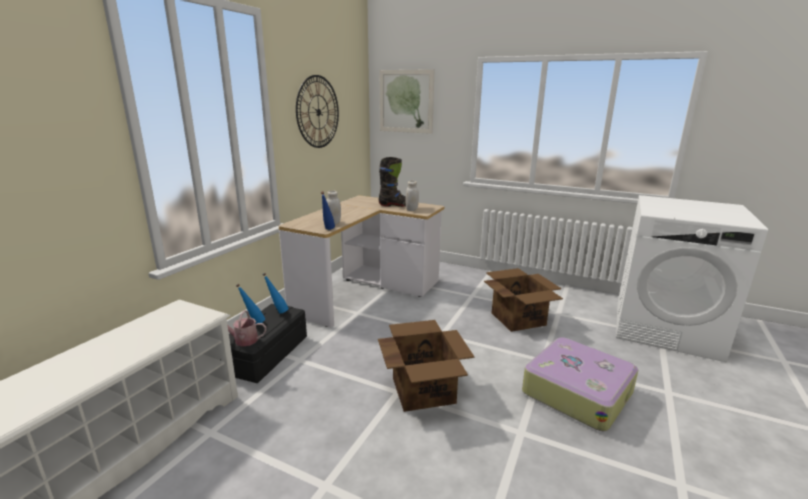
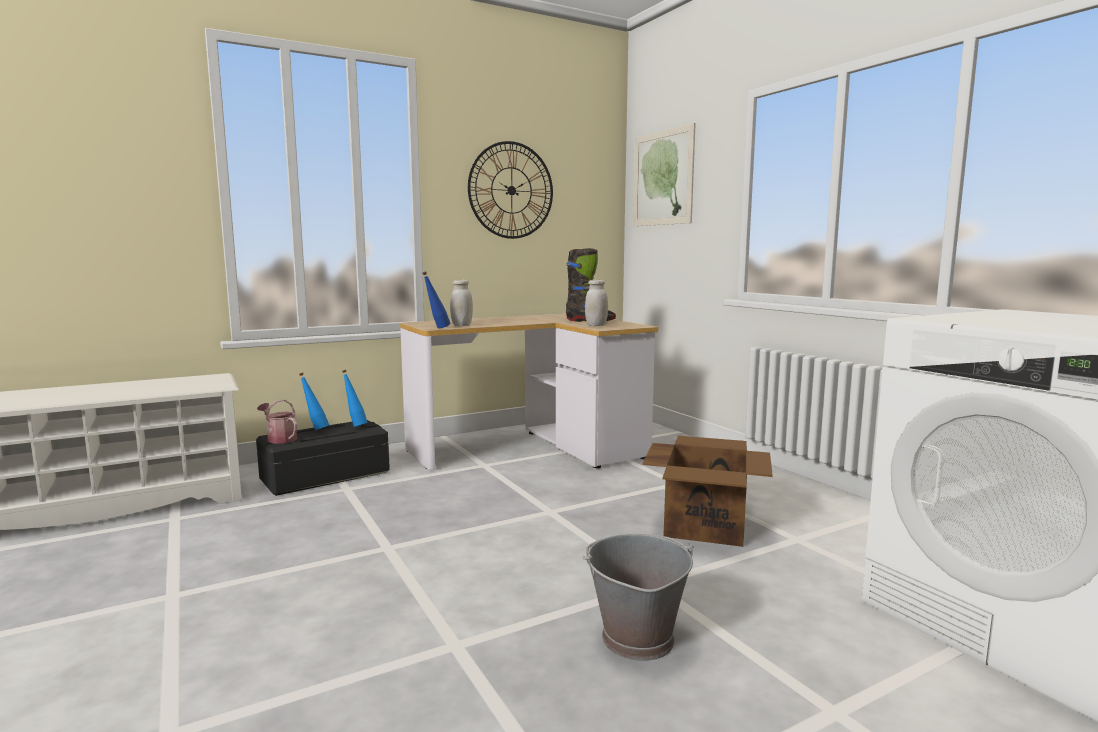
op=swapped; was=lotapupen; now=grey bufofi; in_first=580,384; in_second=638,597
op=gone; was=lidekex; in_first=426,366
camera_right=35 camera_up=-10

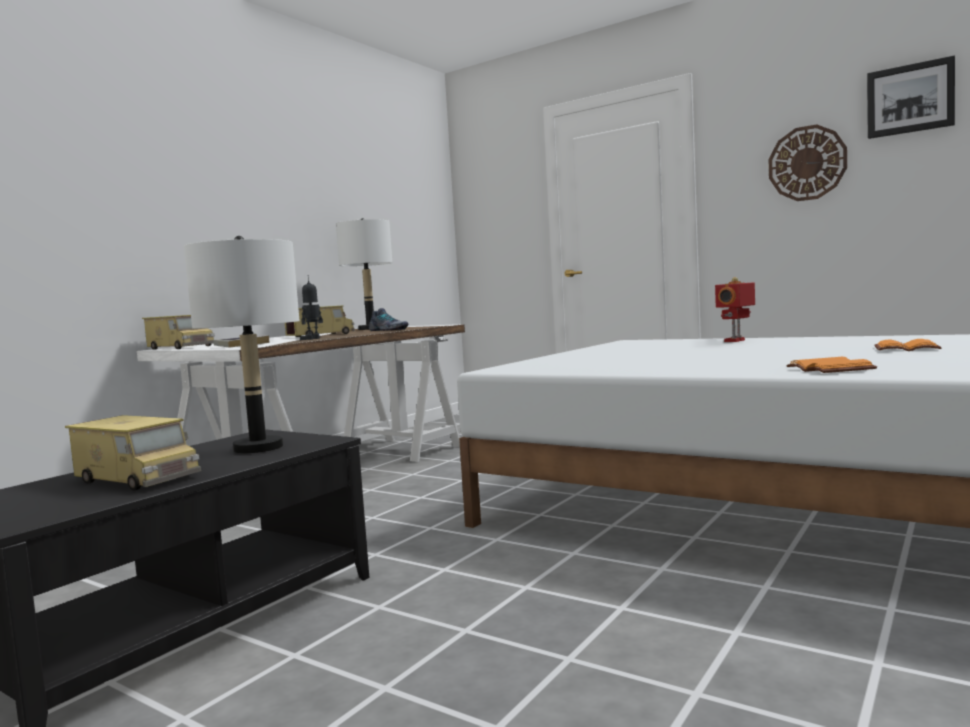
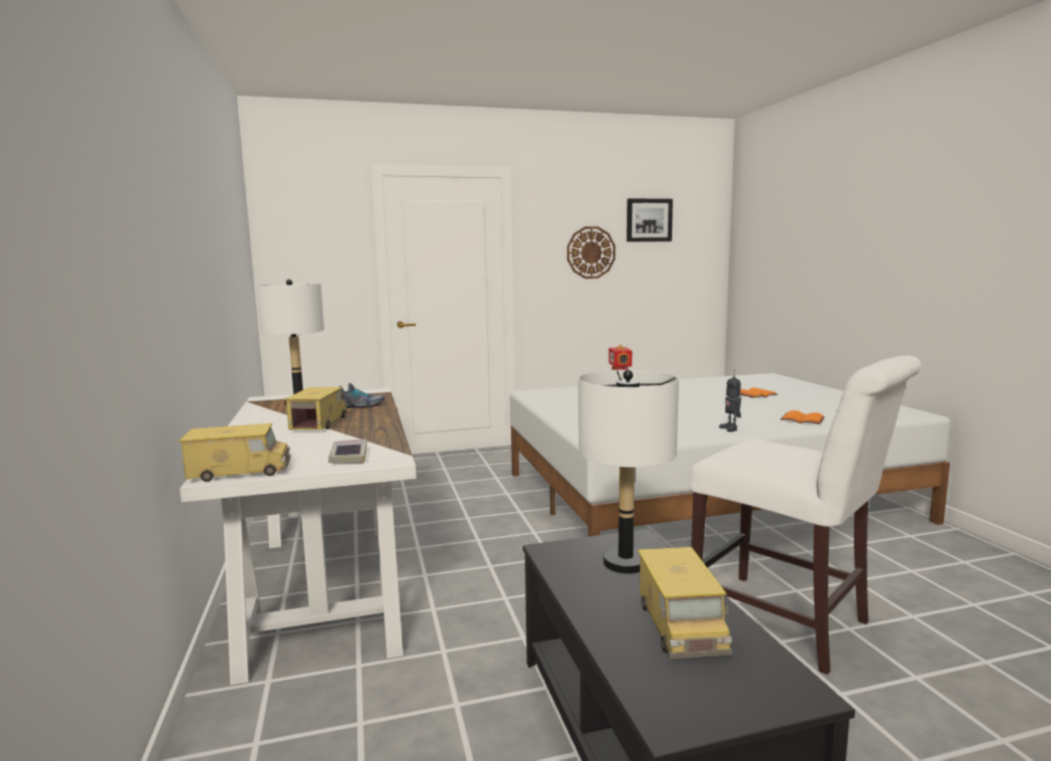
op=rotated; was=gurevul; in_first=133,453; in_second=685,603; clockwise=105
op=new; now=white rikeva; in_second=805,515
op=shifted; was=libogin; in_first=311,307; in_second=730,401
camera_right=-50 camera_up=5

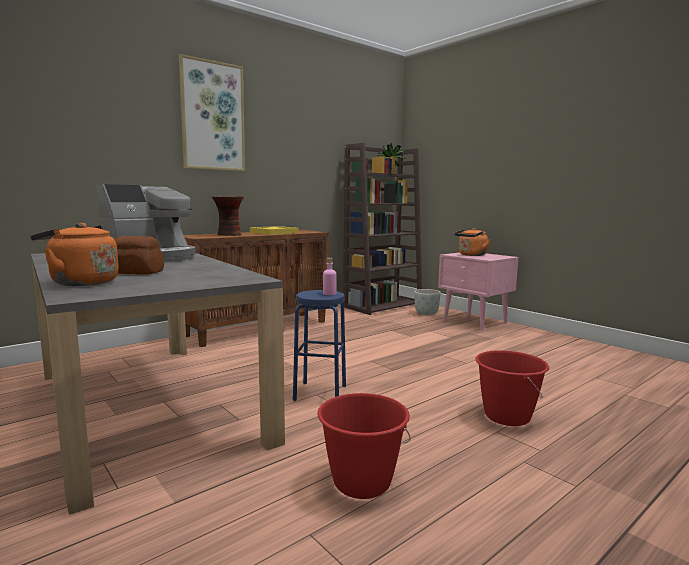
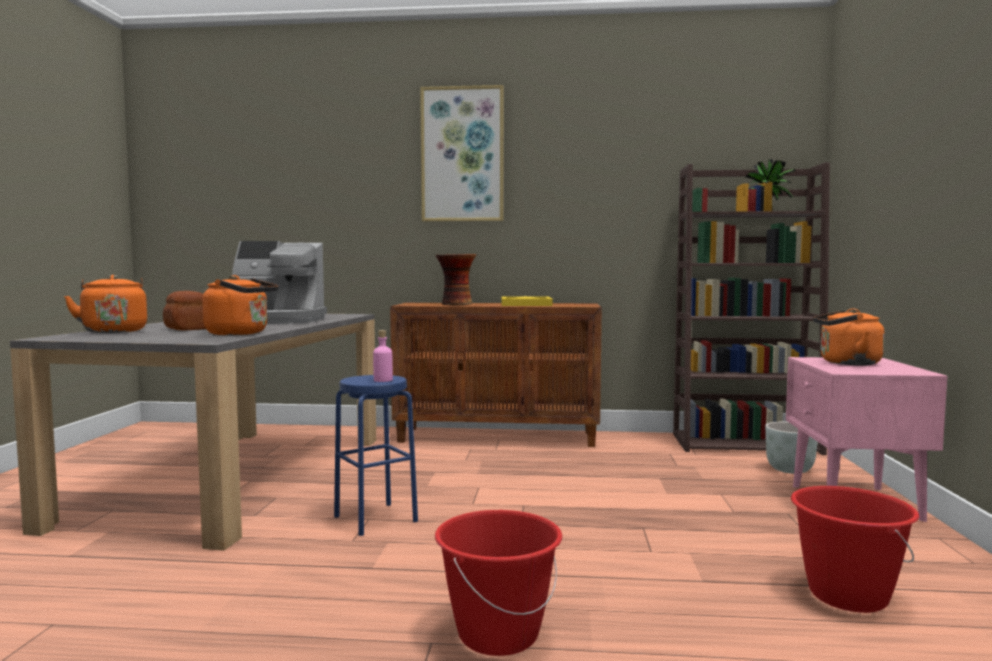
op=new; now=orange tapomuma; in_second=240,305
op=shifted; was=red bufofi; in_first=364,446; in_second=855,549
camera_right=45 camera_up=-5

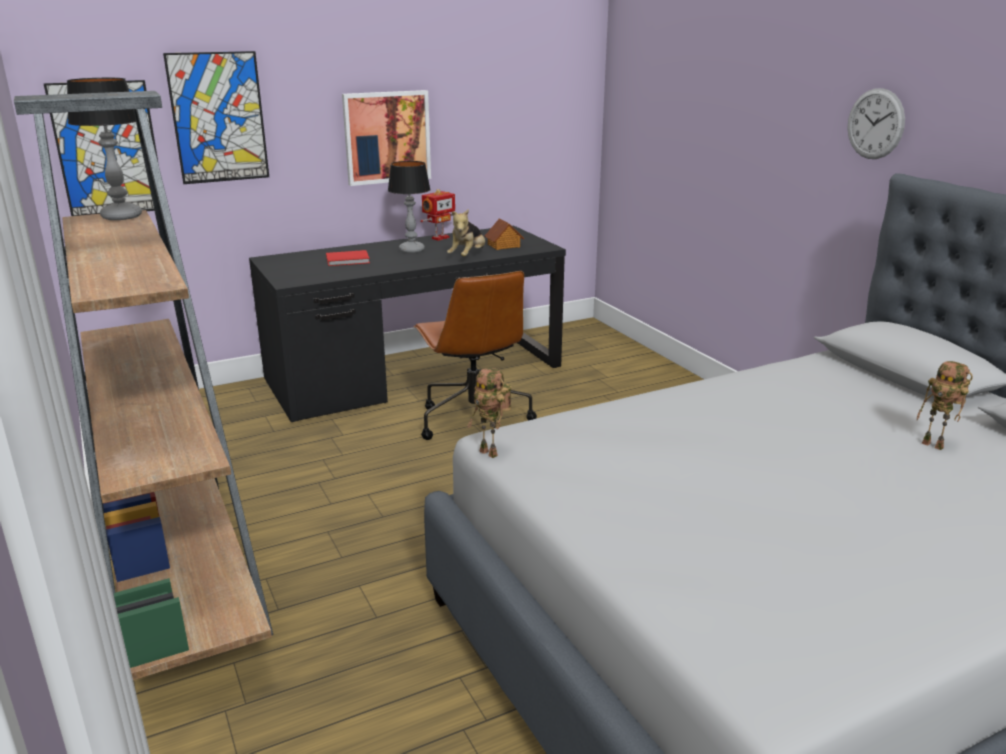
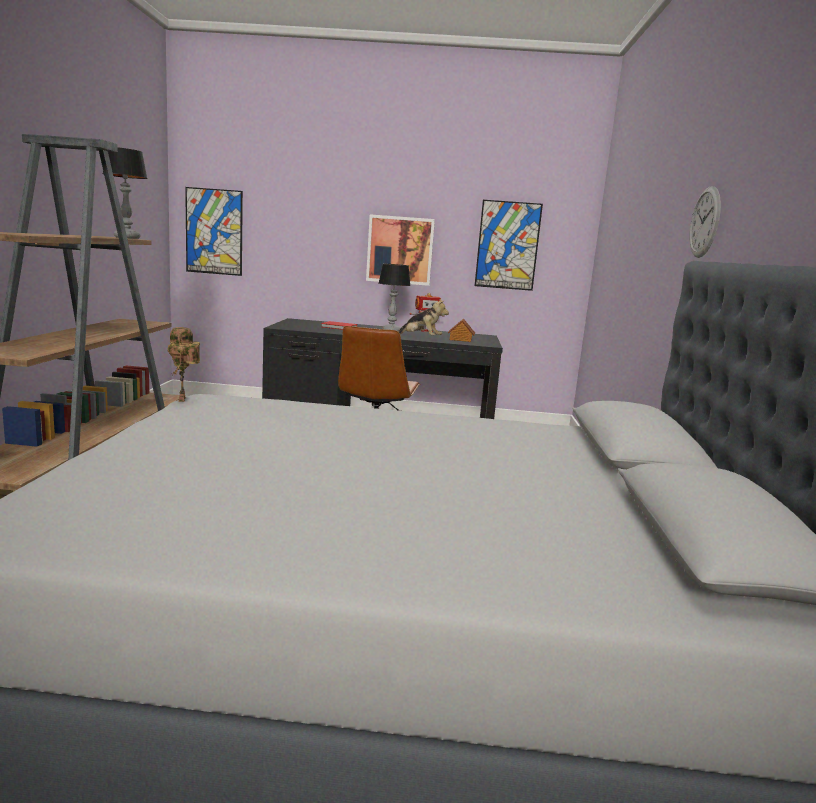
op=rotated; was=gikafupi; in_first=466,233; in_second=423,317; clockwise=-120
op=shifted; was=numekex; in_first=216,117; in_second=509,245
op=gone; was=libogin; in_first=945,405
camera_right=30 camera_up=-10

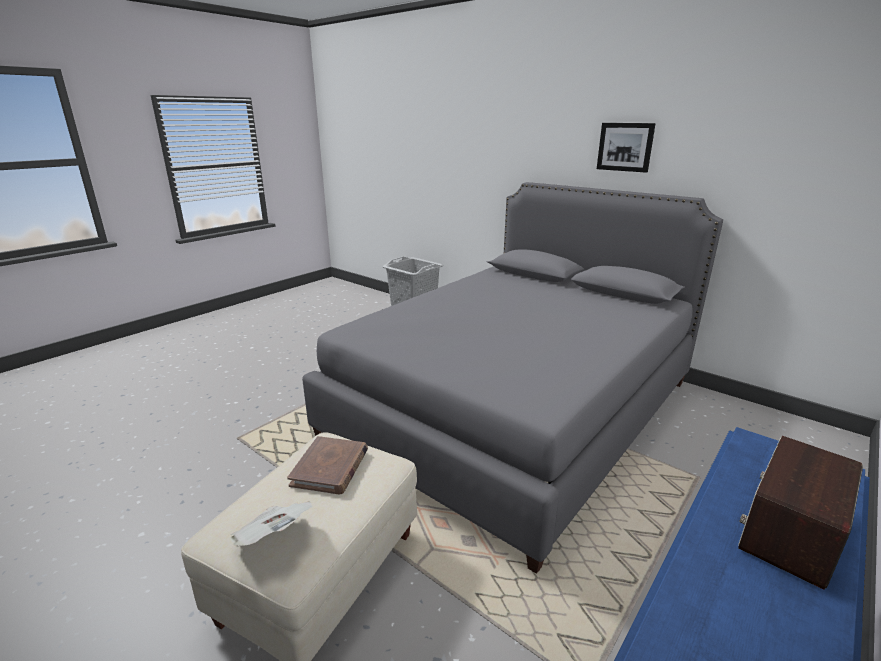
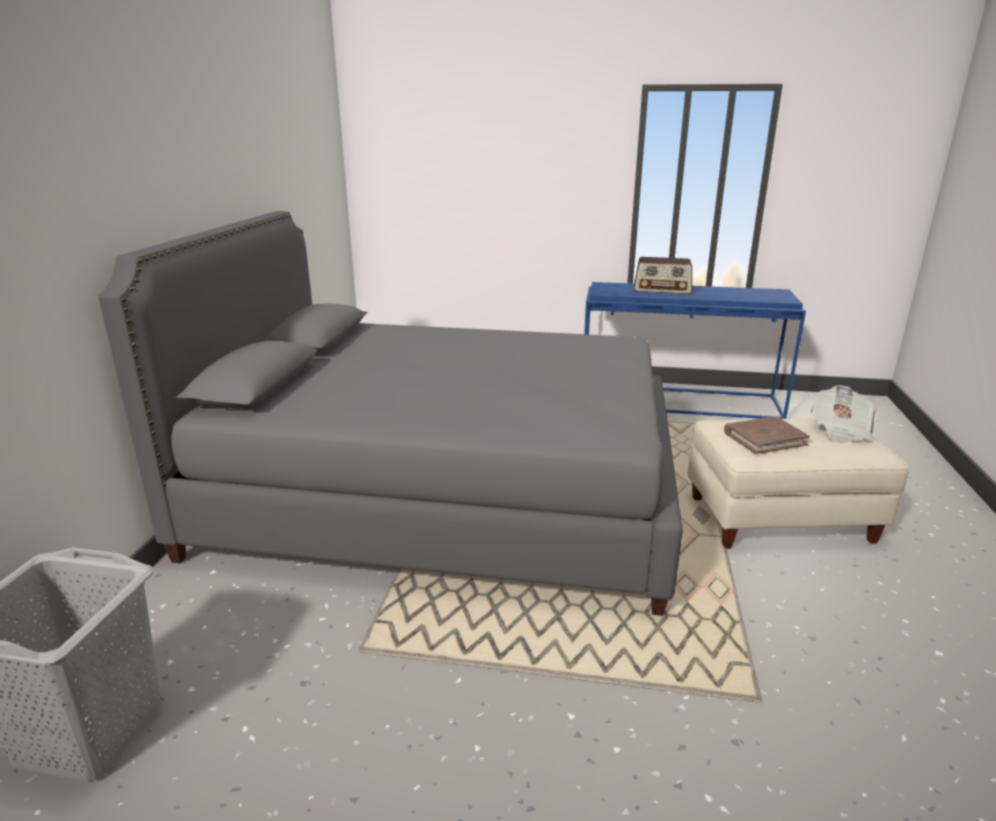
op=gone; was=numekex; in_first=626,148
camera_right=-120 camera_up=0

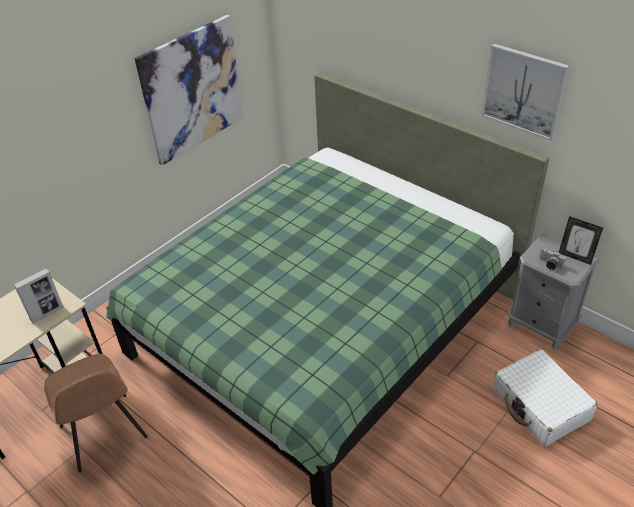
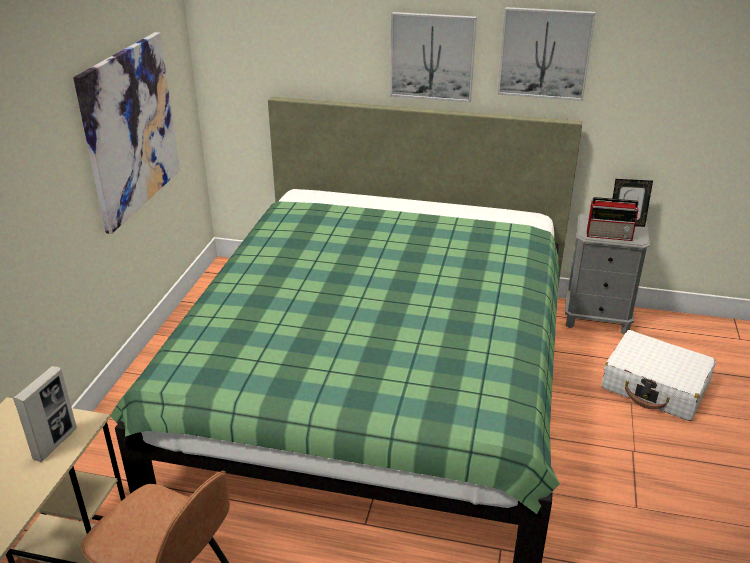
op=new; now=numekex; in_second=433,57
op=swapped; was=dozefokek; now=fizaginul; in_first=552,259; in_second=613,219
camera_right=-30 camera_up=-10

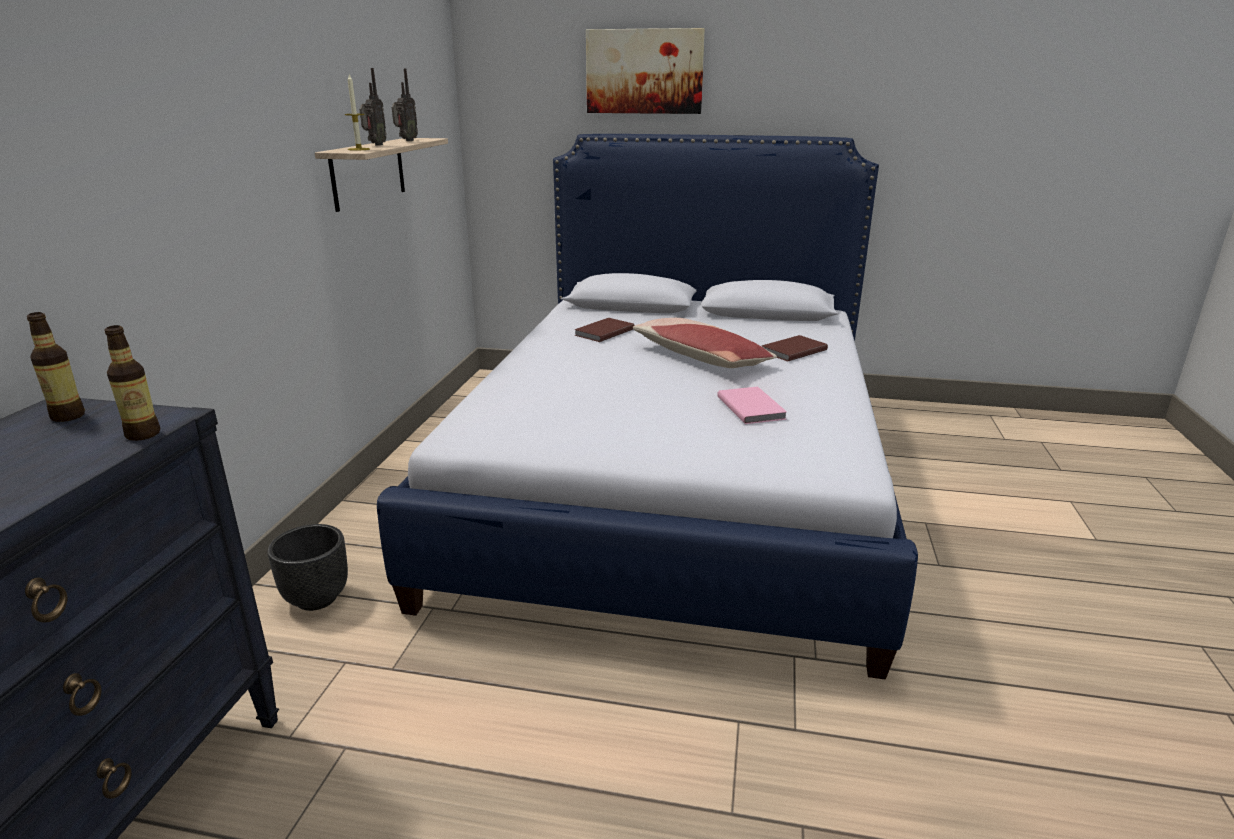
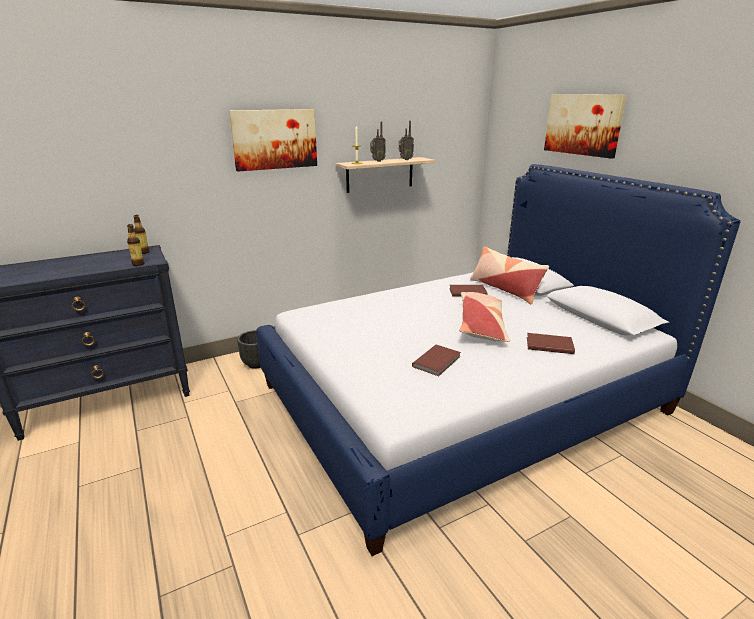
op=new; now=numekex; in_second=273,140
op=repainted; was=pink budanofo; now=brown budanofo; in_first=752,405; in_second=436,360
op=new; now=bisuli; in_second=509,275
camera_right=50 camera_up=0

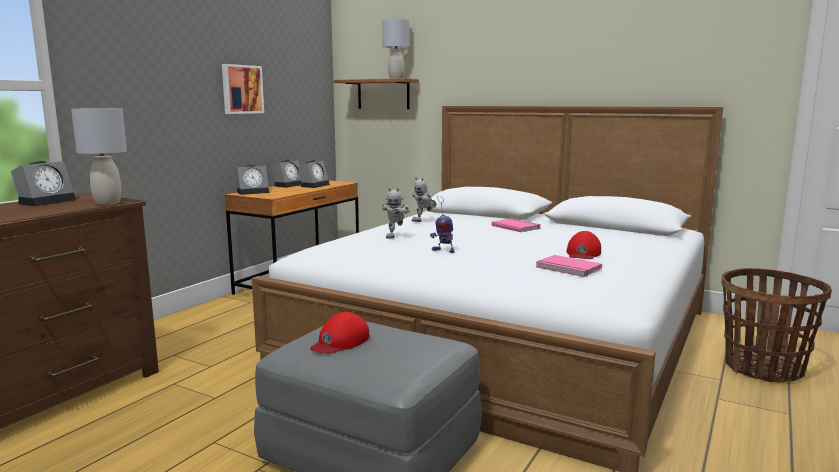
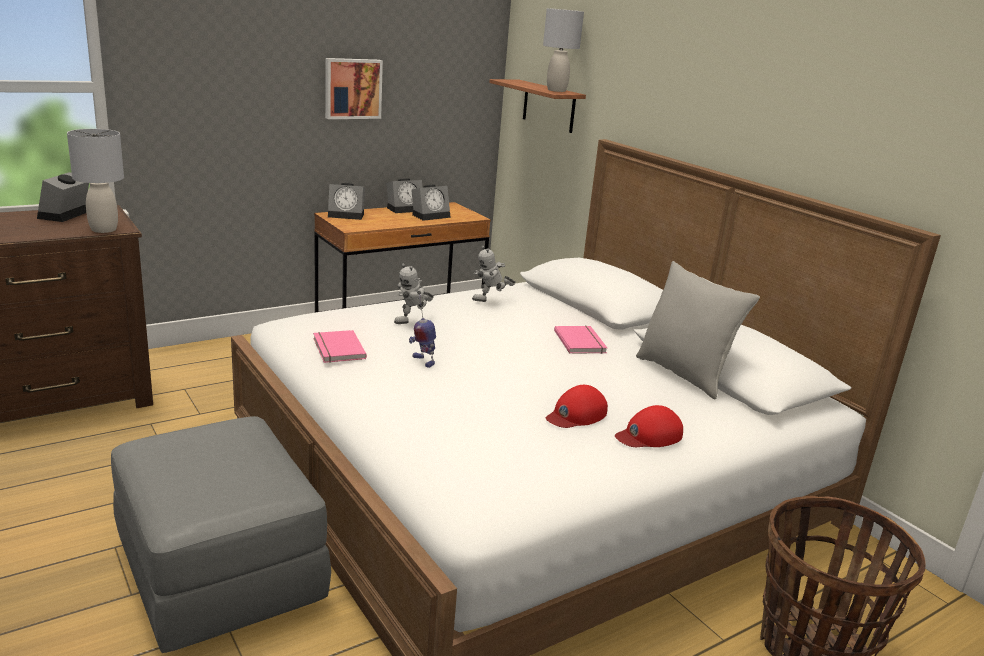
op=rotated; was=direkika; in_first=43,183; in_second=63,197; clockwise=135
op=shifted; was=pink budanofo; in_first=569,266; in_second=340,346
op=shifted; was=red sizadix; in_first=339,333; in_second=649,426
op=new; now=grey bisuli; in_second=698,330
camera_right=25 camera_up=10

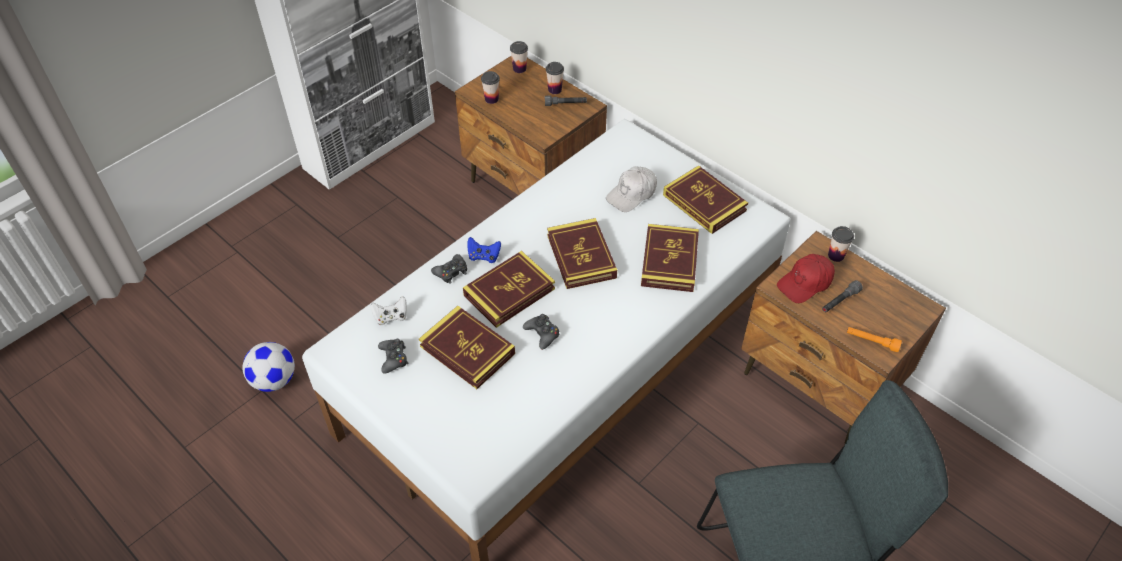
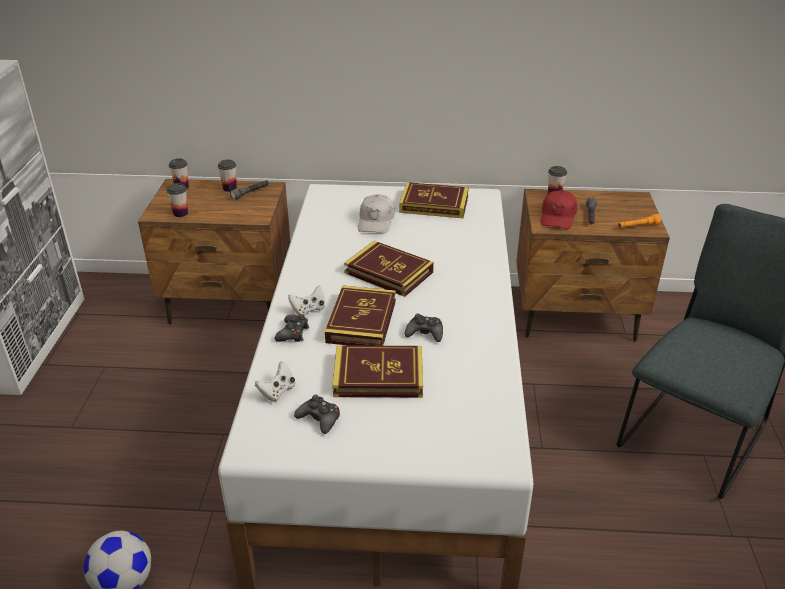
op=repainted; was=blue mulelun; now=white mulelun; in_first=484,250; in_second=306,301
op=gone; was=budanofo; in_first=670,258
camera_right=-40 camera_up=-15

